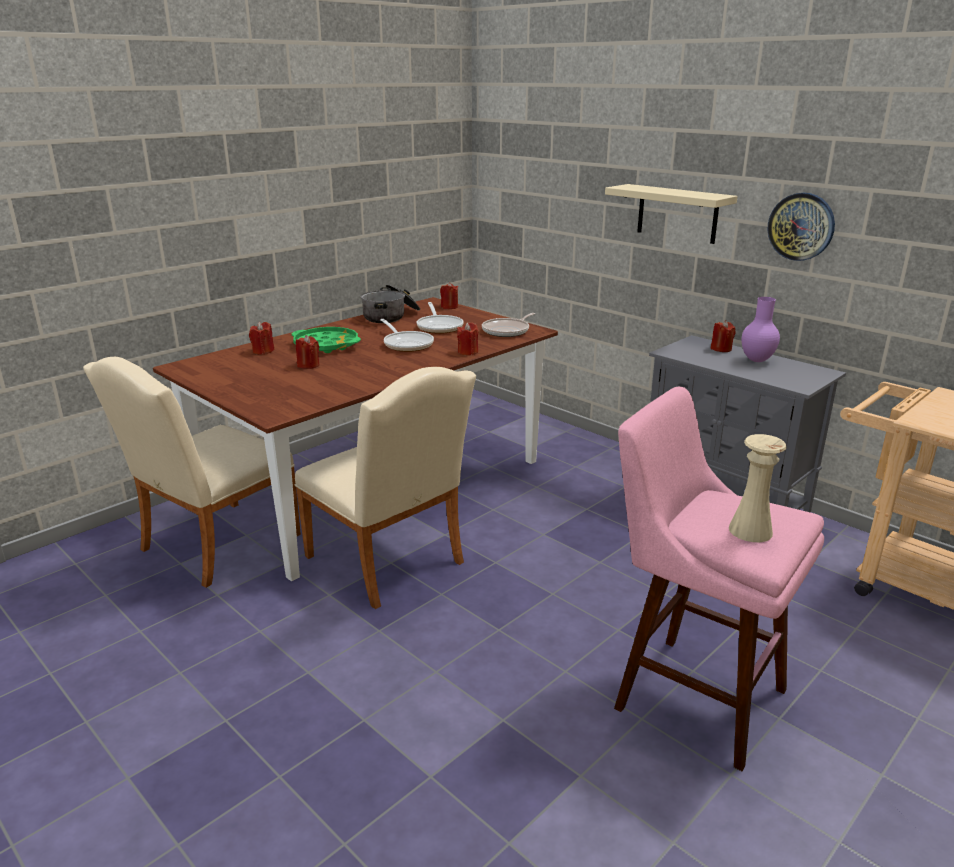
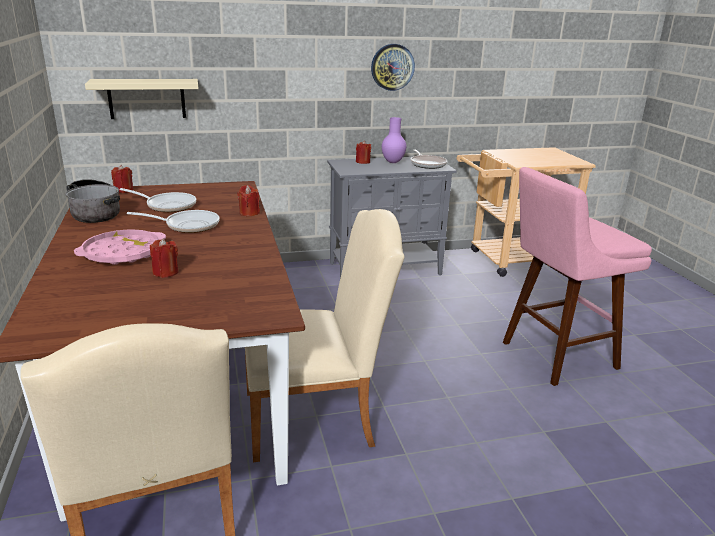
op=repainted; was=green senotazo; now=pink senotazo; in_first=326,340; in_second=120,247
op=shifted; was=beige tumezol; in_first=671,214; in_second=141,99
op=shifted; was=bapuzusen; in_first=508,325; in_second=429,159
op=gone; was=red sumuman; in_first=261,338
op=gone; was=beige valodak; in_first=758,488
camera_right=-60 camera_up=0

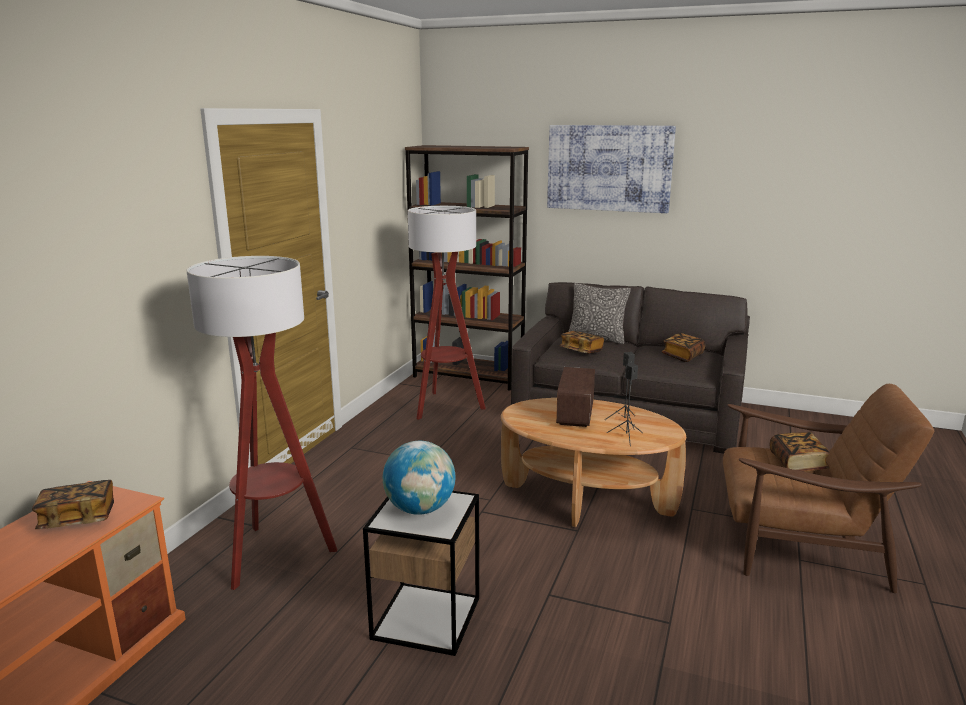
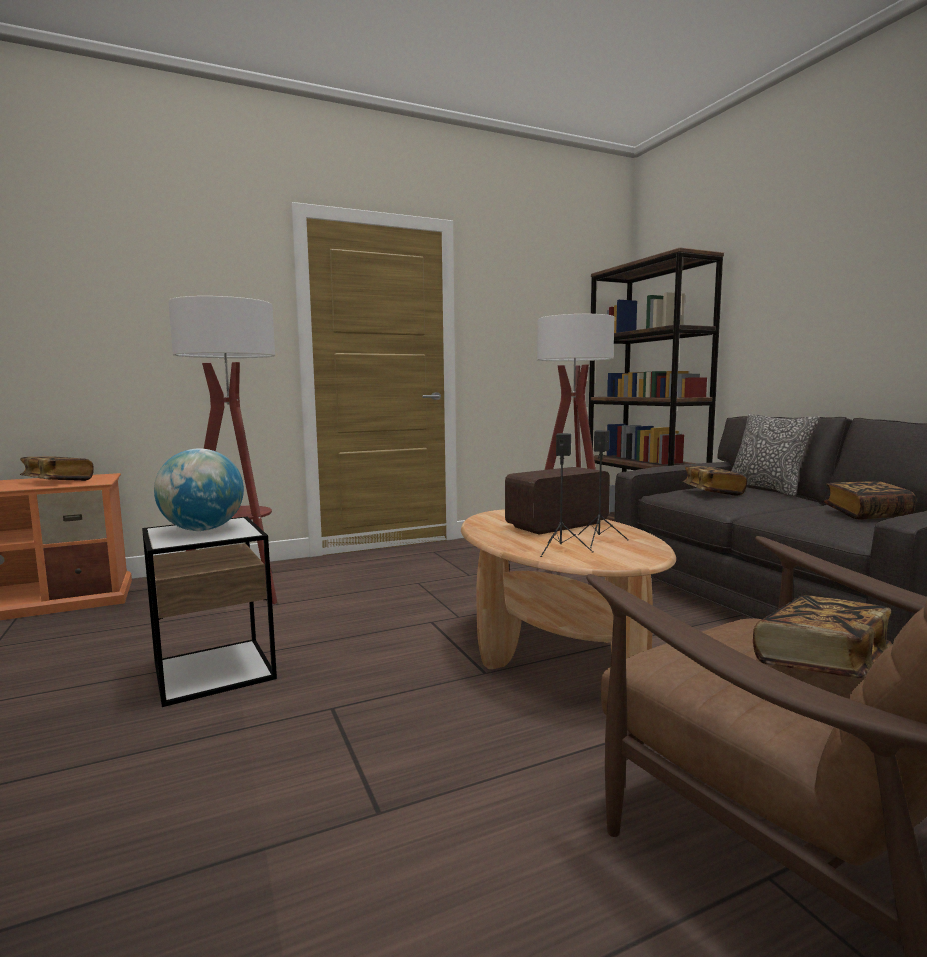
op=gone; was=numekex; in_first=611,169
camera_right=45 camera_up=-10

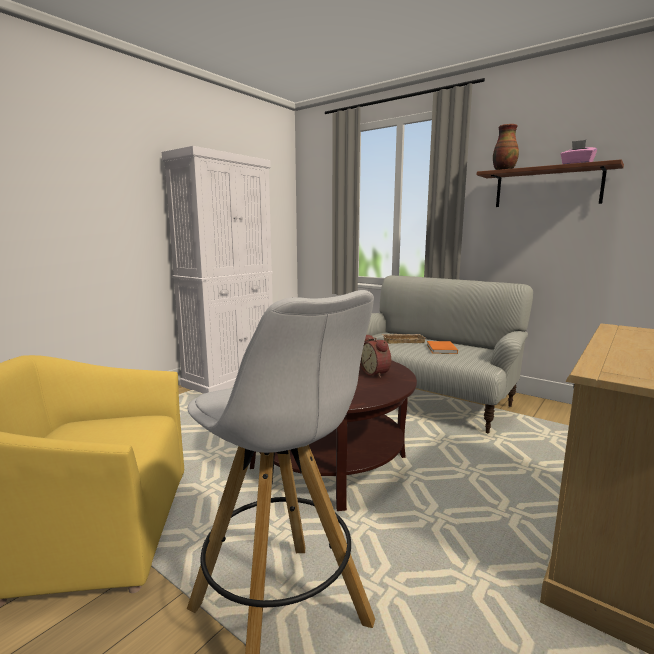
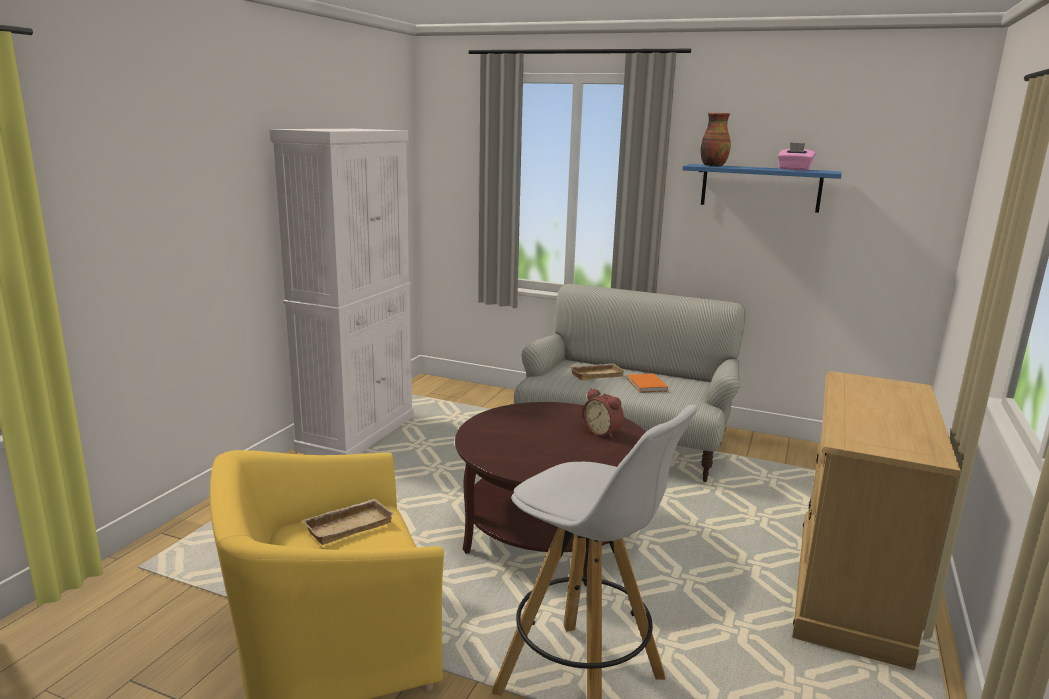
op=new; now=beige senotazo; in_second=348,522
op=repainted; was=brown tumezol; now=blue tumezol; in_first=550,183; in_second=762,188
camera_right=-15 camera_up=5

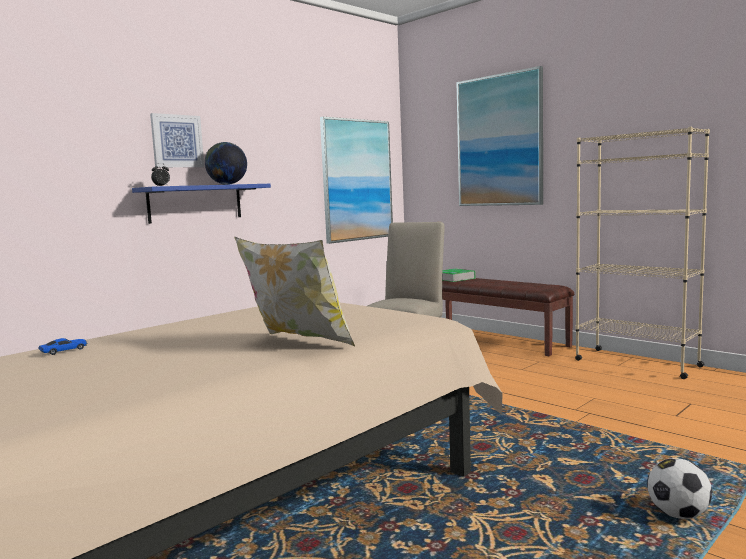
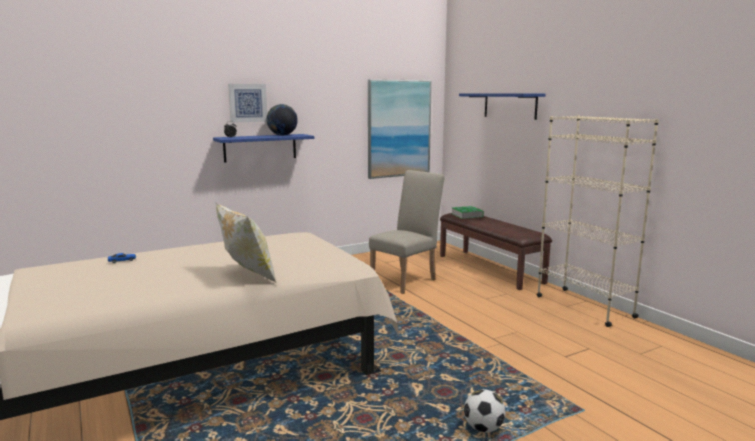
op=swapped; was=numekex; now=blue tumezol; in_first=500,136; in_second=502,106
camera_right=15 camera_up=5

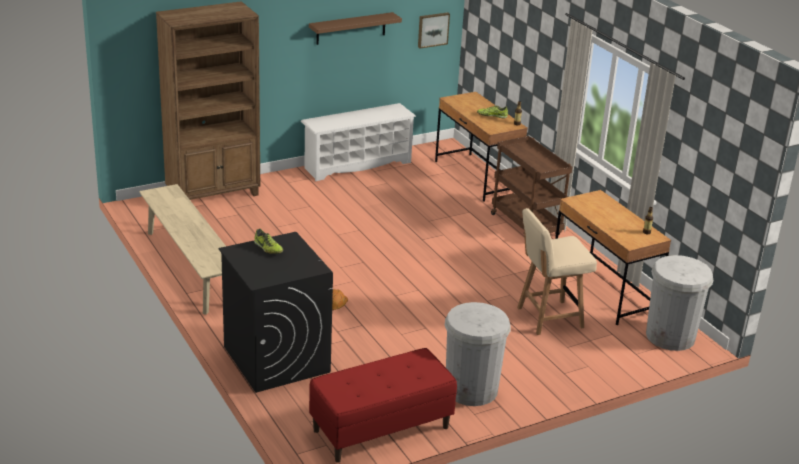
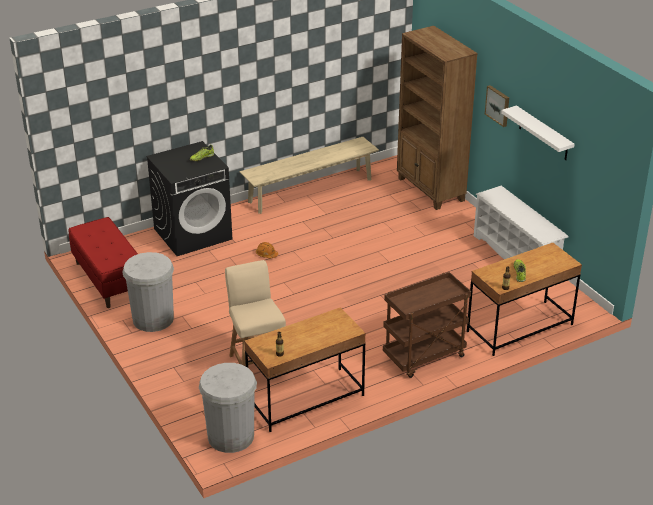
op=shifted; was=numekex; in_first=434,30; in_second=497,106
op=repainted; was=brown tumezol; now=white tumezol; in_first=355,28; in_second=537,133
camera_right=90 camera_up=5

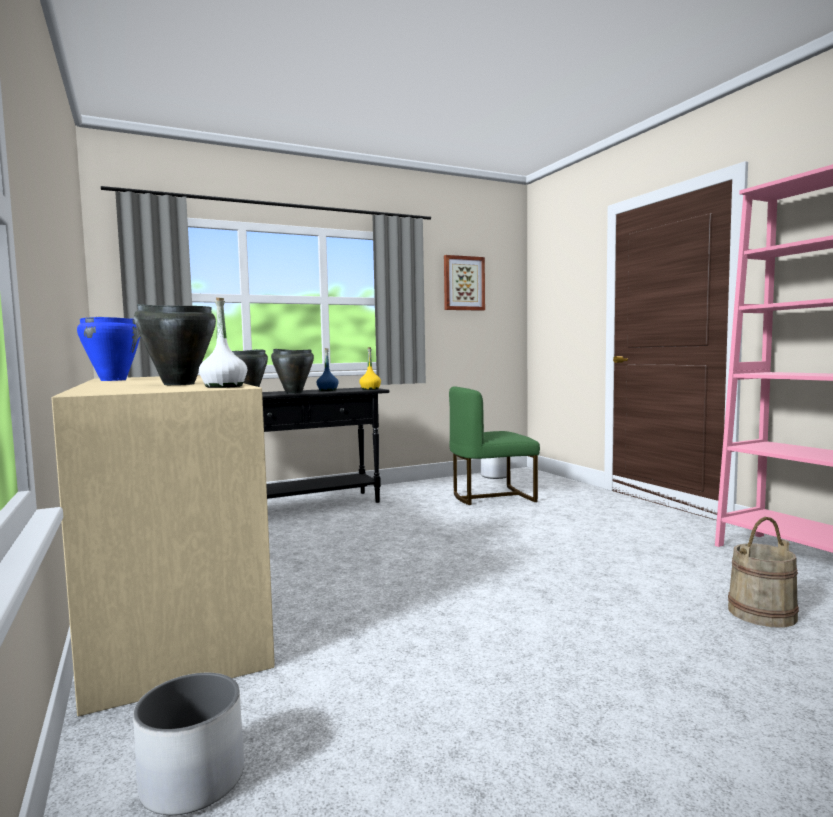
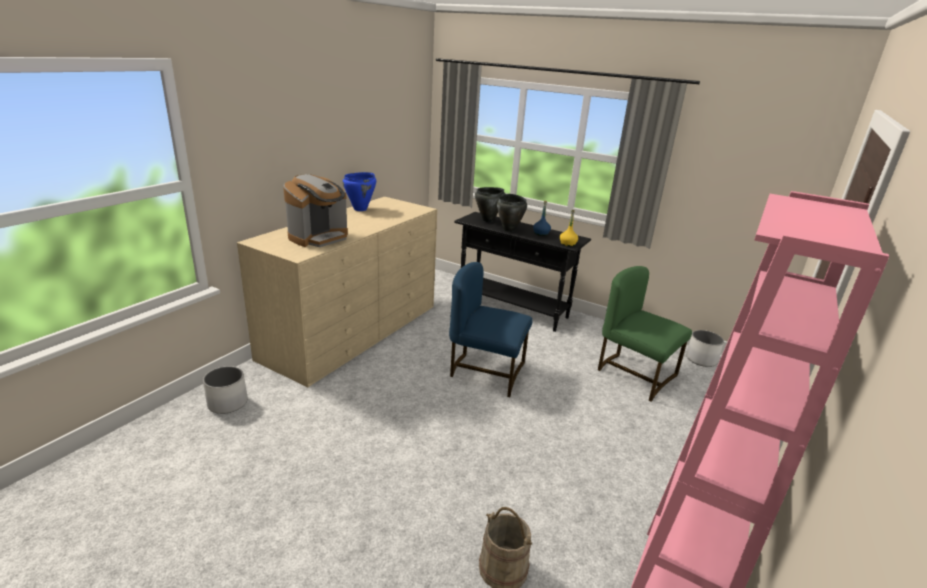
op=swapped; was=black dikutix; now=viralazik; in_first=175,344; in_second=315,210
op=new; now=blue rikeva; in_second=491,329
op=gone; was=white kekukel; in_first=223,342
op=gone; was=numekex; in_first=464,283
camera_right=55 camera_up=20

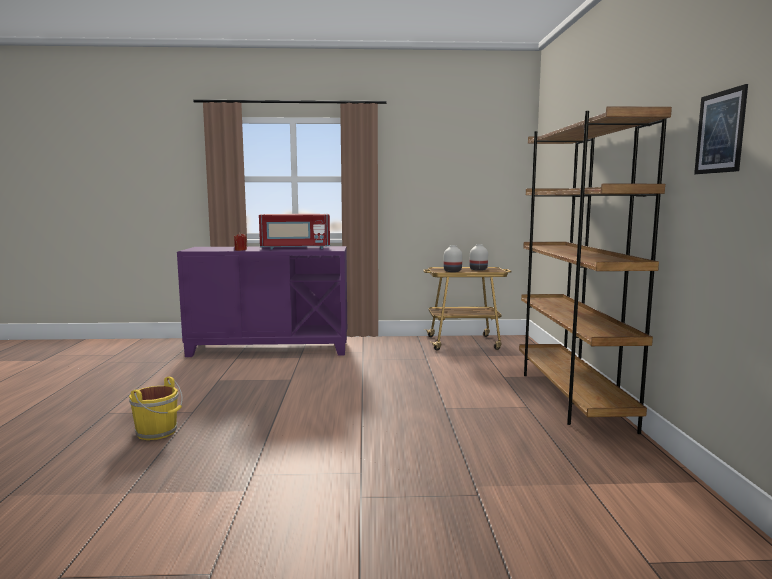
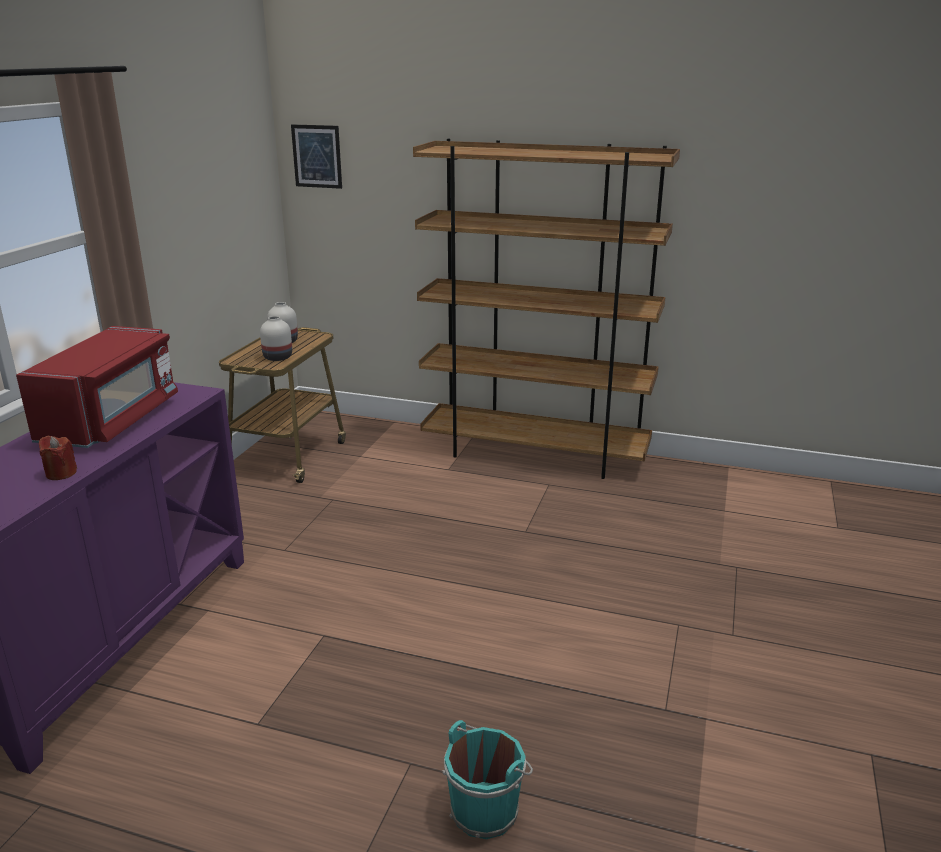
op=shifted; was=numekex; in_first=721,129; in_second=316,156
op=repainted; was=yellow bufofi; now=turquoise bufofi; in_first=156,408; in_second=488,779
camera_right=-70 camera_up=15

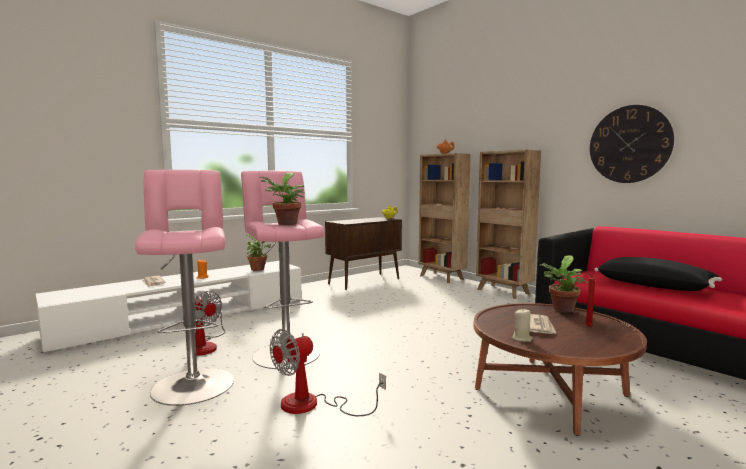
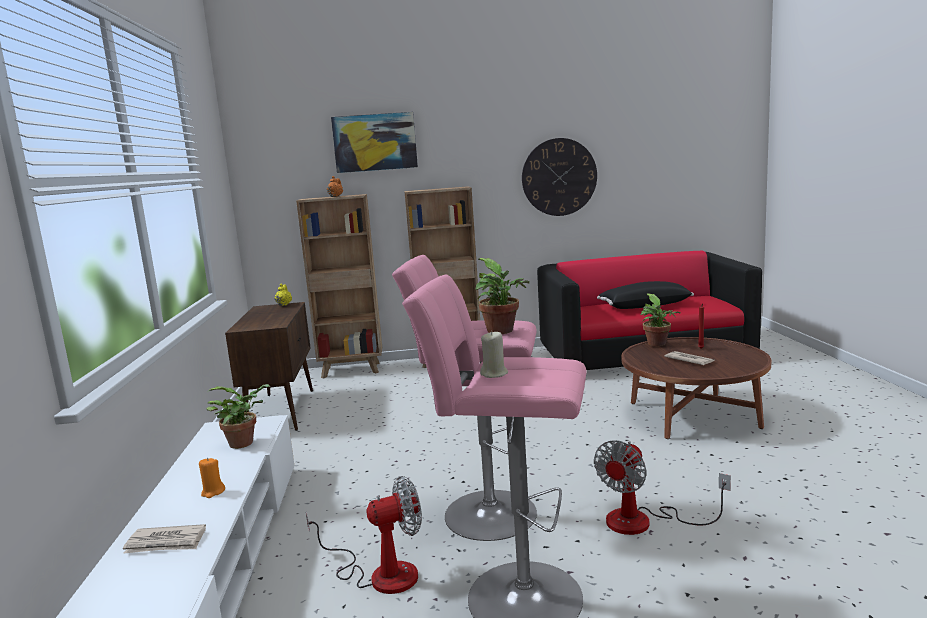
op=new; now=numekex; in_second=374,142
op=shifted; was=beige sumuman; in_first=522,325; in_second=494,354
op=rotated; was=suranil; in_first=328,372; in_second=662,487; clockwise=45
camera_right=-55 camera_up=5

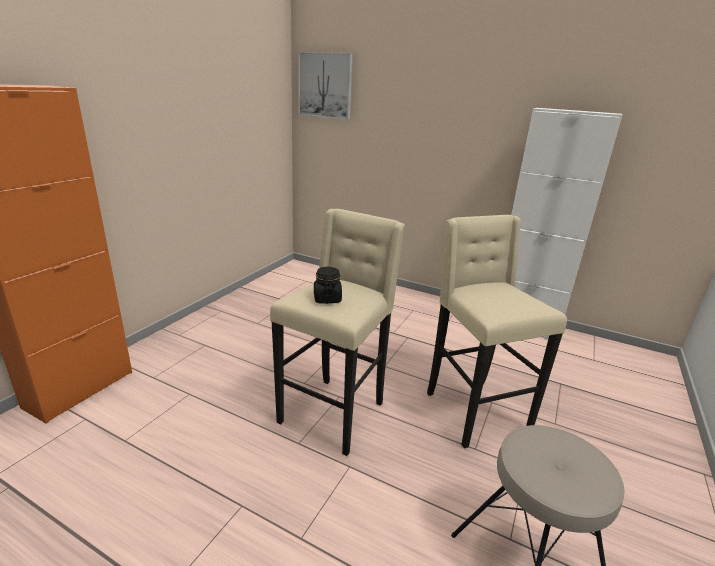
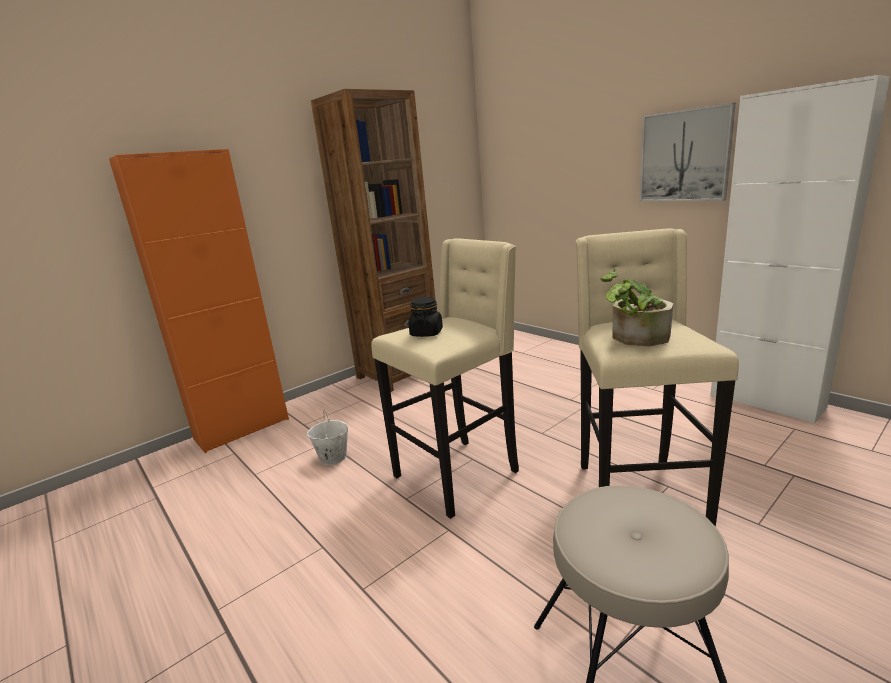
op=new; now=white bufofi; in_second=328,437
op=new; now=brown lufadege; in_second=373,240
op=new; now=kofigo; in_second=636,307
op=shifted; was=numekex; in_first=325,85; in_second=688,152
camera_right=25 camera_up=-5

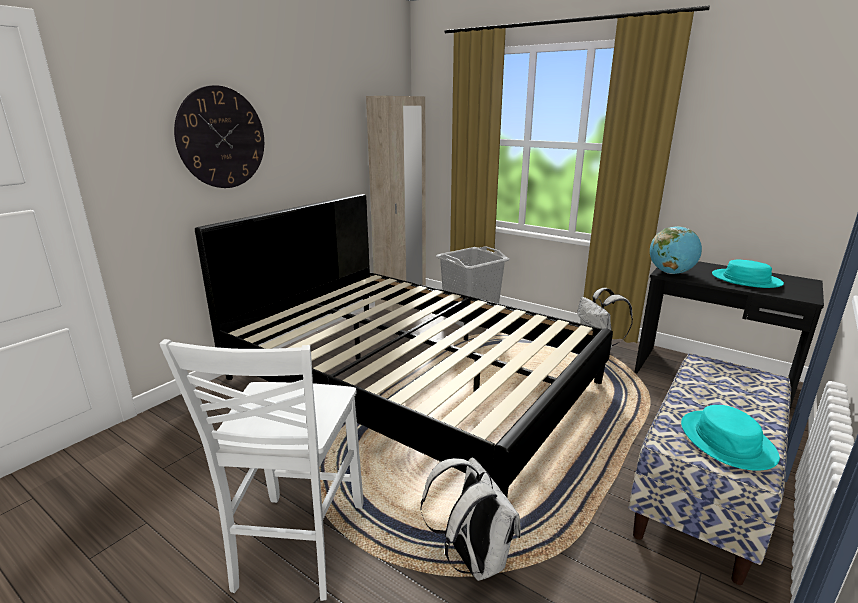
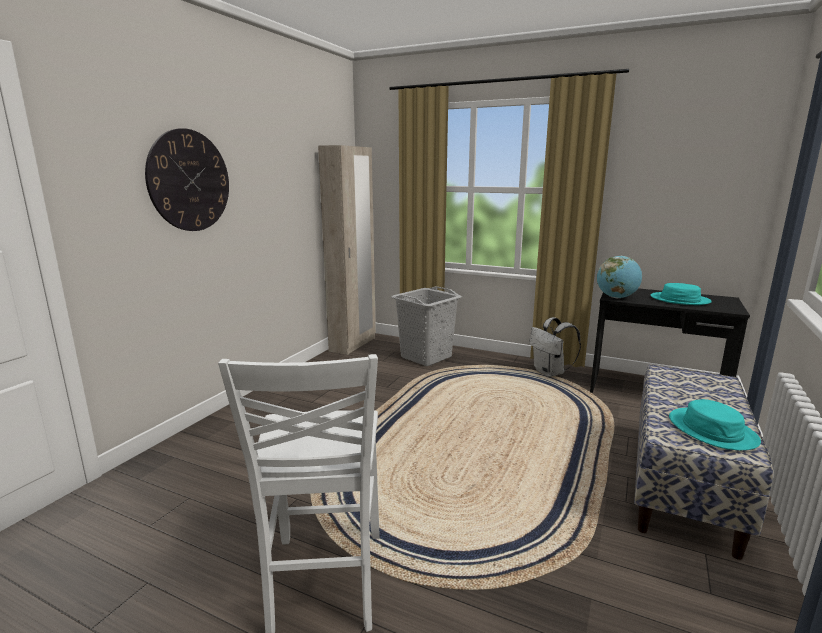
op=gone; was=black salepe; in_first=404,345
op=gone; was=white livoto; in_first=471,519
camera_right=-10 camera_up=-5

